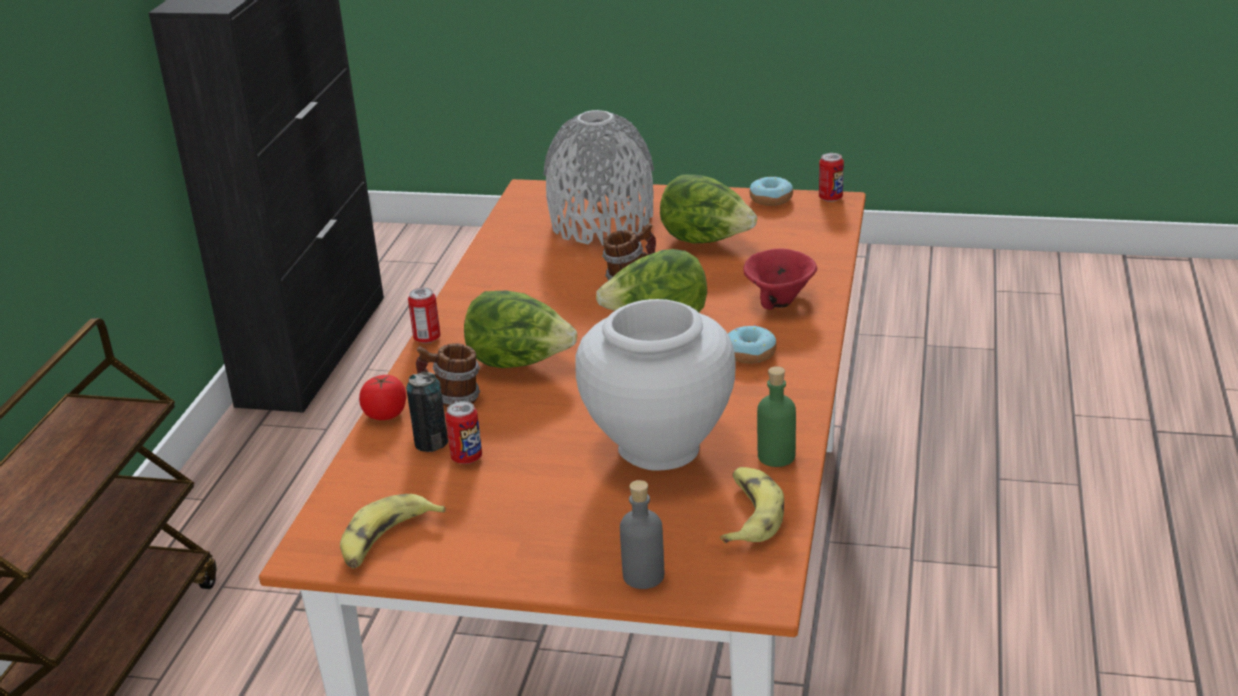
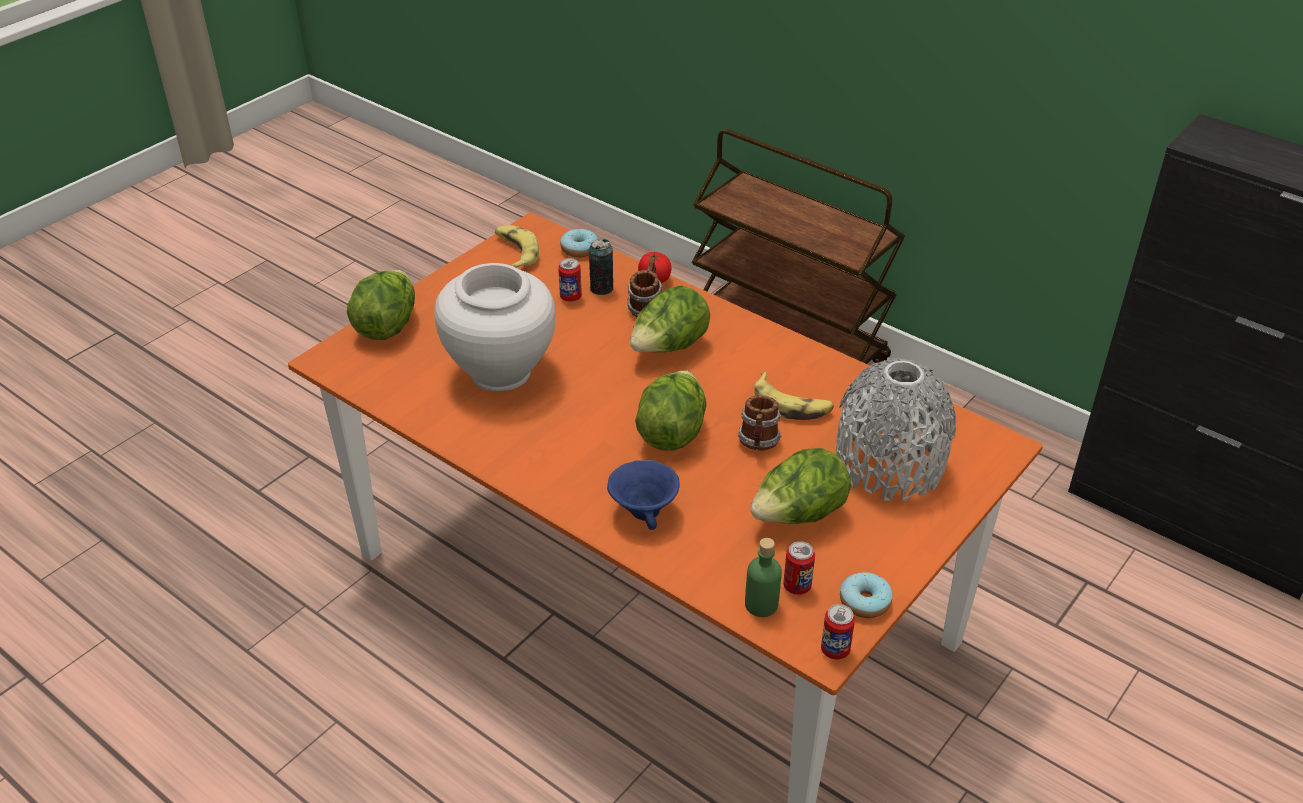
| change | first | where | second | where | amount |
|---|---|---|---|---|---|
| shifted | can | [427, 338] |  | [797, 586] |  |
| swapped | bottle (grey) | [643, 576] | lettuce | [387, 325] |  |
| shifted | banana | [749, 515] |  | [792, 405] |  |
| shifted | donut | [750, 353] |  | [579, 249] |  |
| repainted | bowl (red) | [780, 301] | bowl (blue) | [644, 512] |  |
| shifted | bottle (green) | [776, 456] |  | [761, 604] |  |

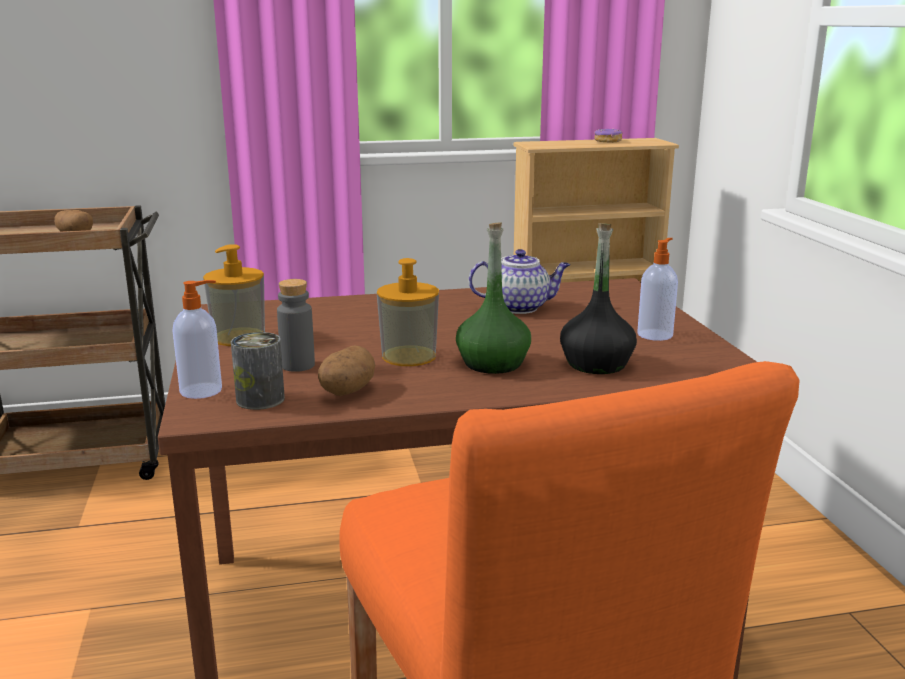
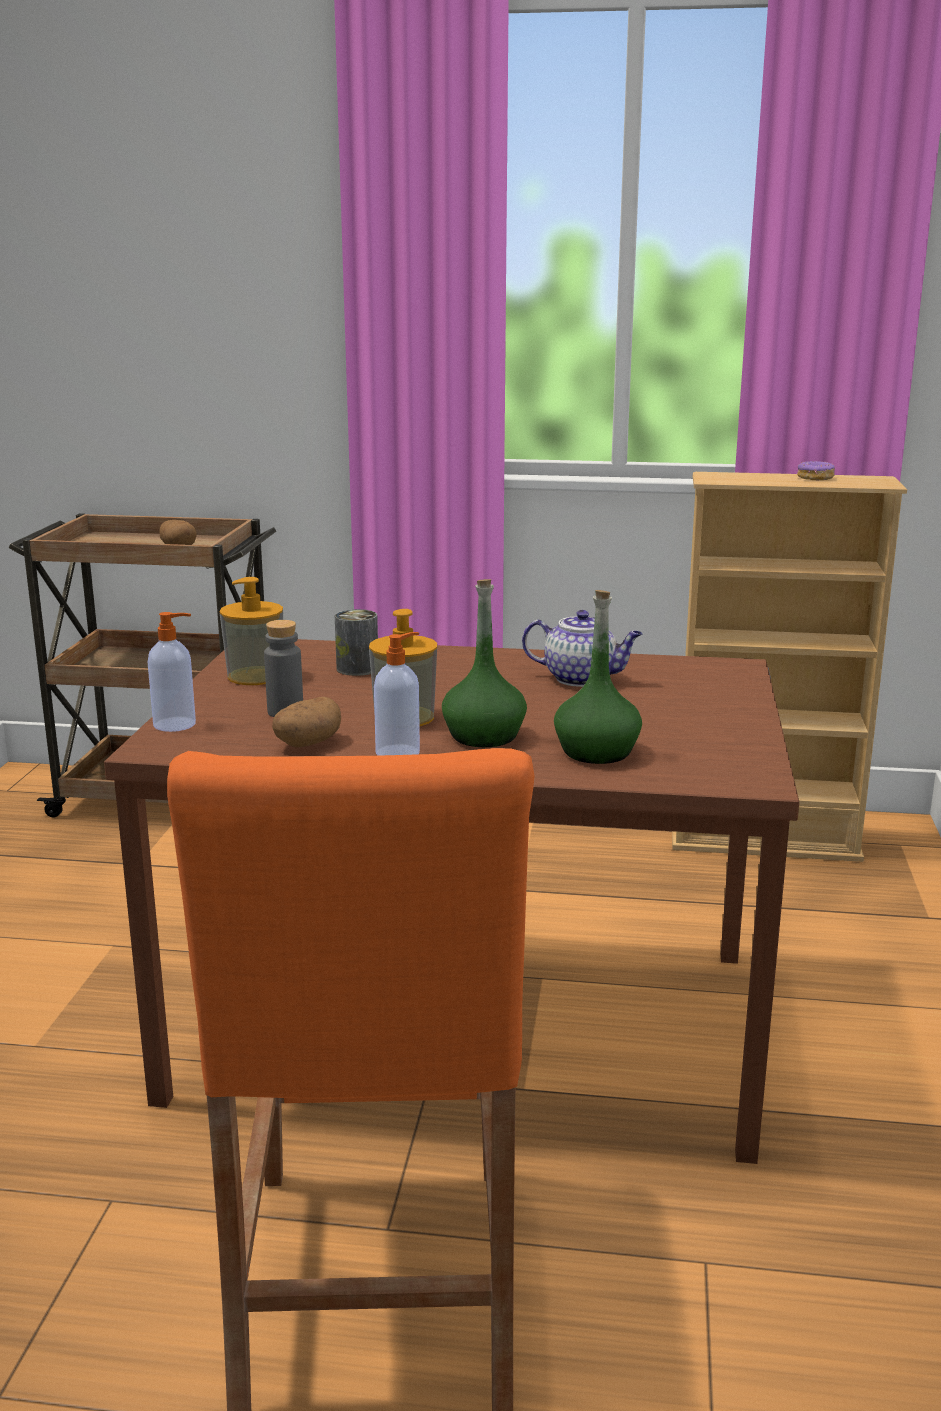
| change | first | where | second | where | amount |
|---|---|---|---|---|---|
| shifted | can | [260, 399] |  | [357, 669] |  |
| repainted | bottle (black) | [596, 364] | bottle (green) | [596, 752] |  |
| shifted | soap dispenser | [655, 334] |  | [399, 752] |  |

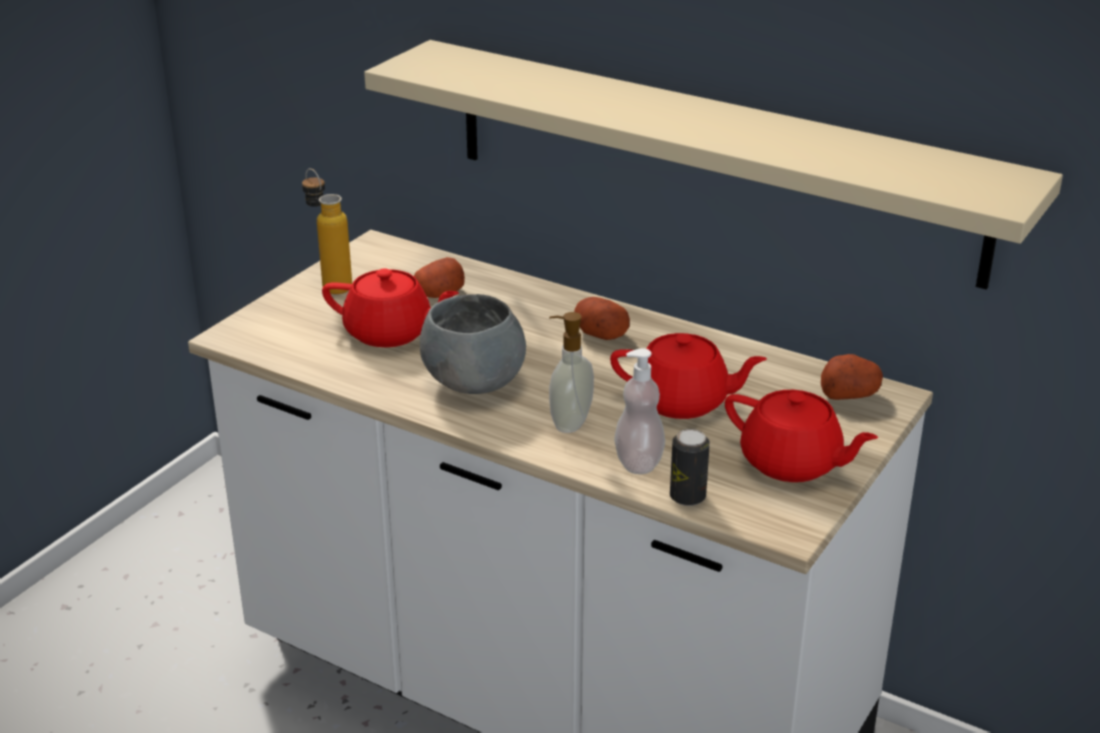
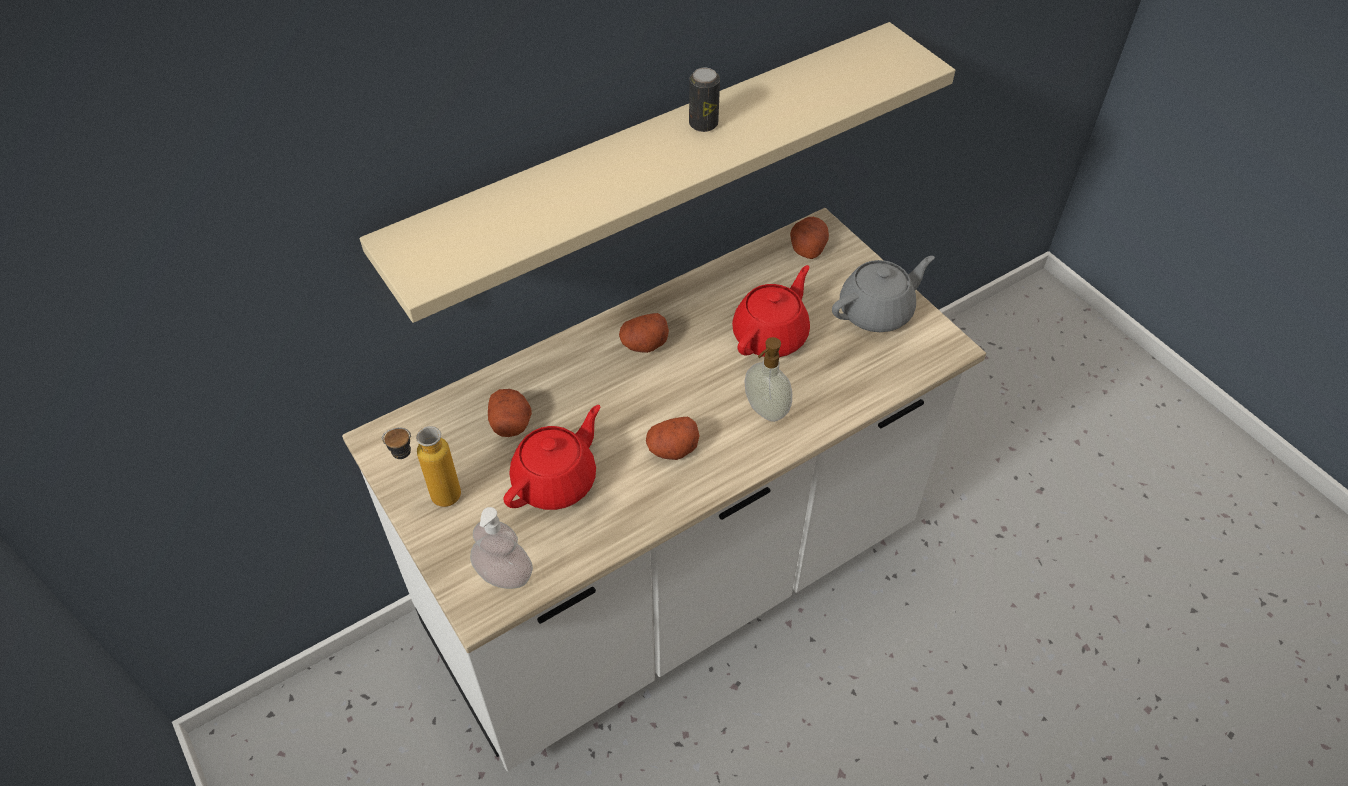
| change | first | where | second | where | amount |
|---|---|---|---|---|---|
| swapped | bowl (grey) | [474, 382] | potato | [672, 449] |  |
| shifted | soap dispenser | [638, 462] |  | [504, 574] |  |
| shifted | can | [687, 496] |  | [703, 124] |  |
| repainted | teapot (red) | [792, 463] | teapot (grey) | [877, 312] |  |

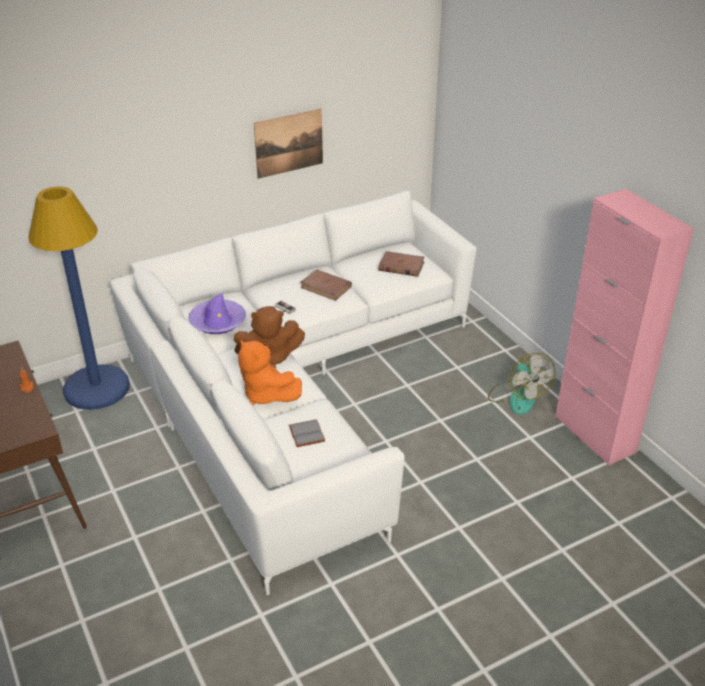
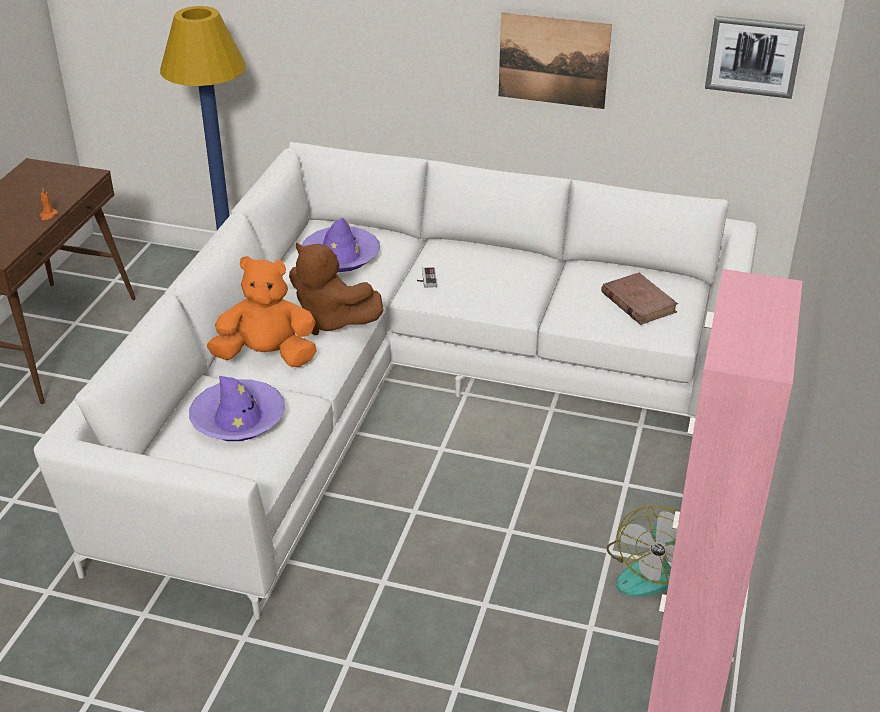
| change | first | where | second | where | amount |
|---|---|---|---|---|---|
| rotated | plush toy (orange) | [266, 395] |  | [267, 356] | 90 degrees clockwise |
| swapped | book (grey) | [305, 434] | hat (purple) | [238, 419] |  |
| gone | book (brown) | [326, 287] |  |  |  |
| new |  |  | picture | [754, 56] |  |

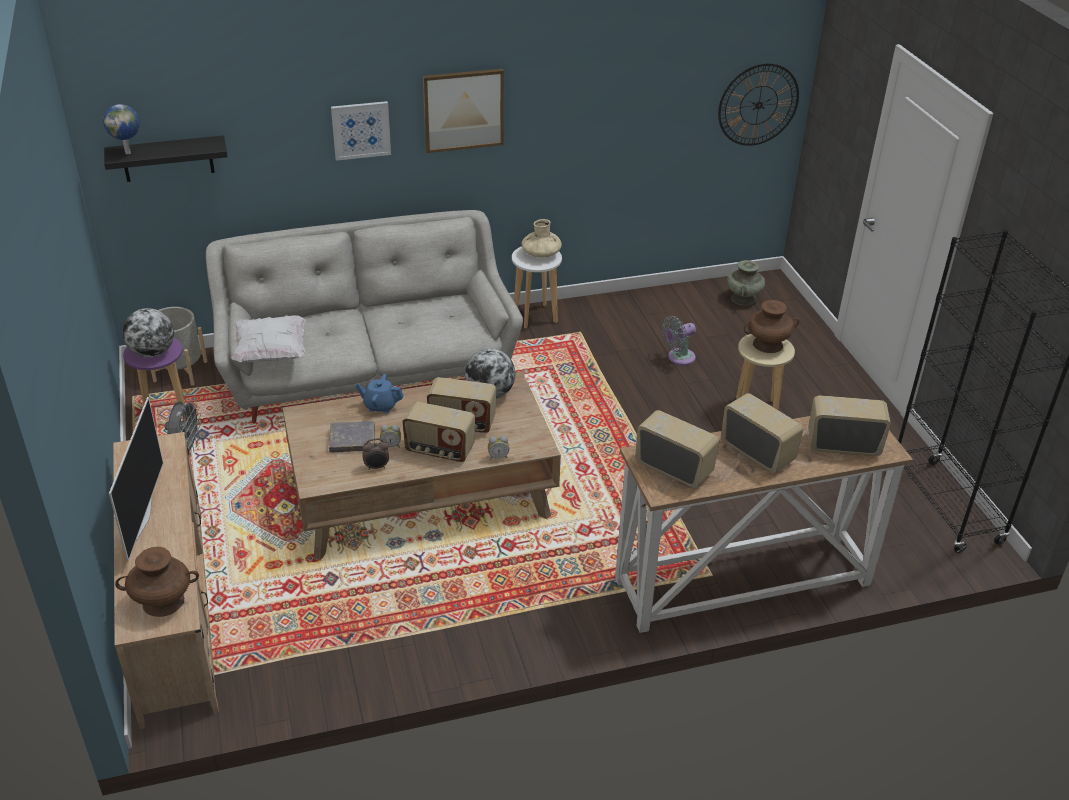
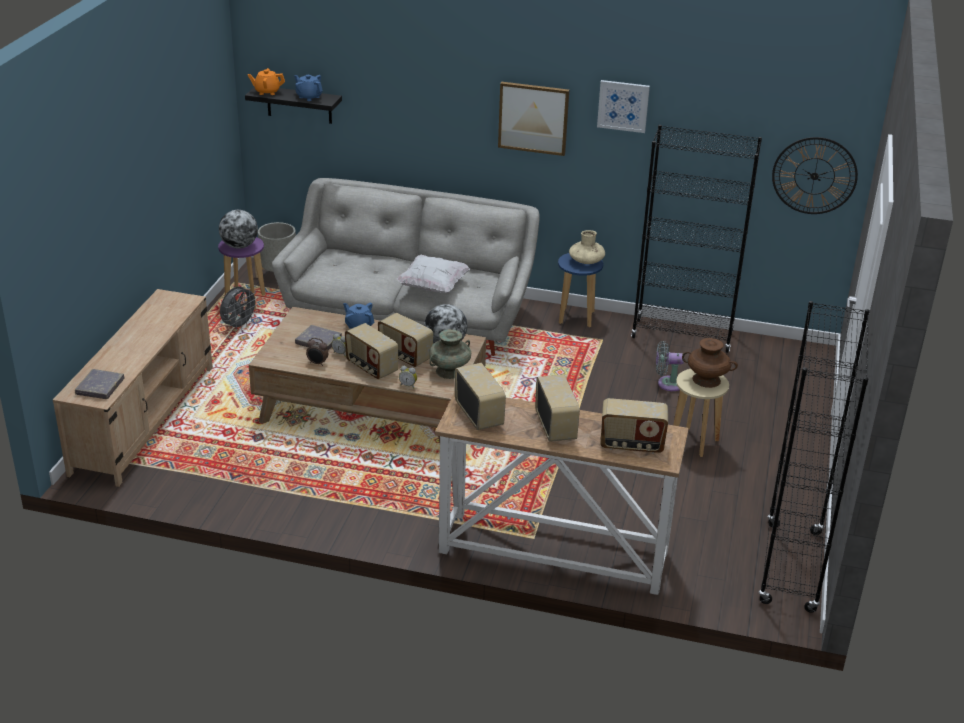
| change | first | where | second | where | amount |
|---|---|---|---|---|---|
| swapped | globe | [128, 152] | teapot (orange) | [267, 92] |  |
| gone | television | [141, 519] |  |  |  |
| swapped | vase (brown) | [163, 602] | book (grey) | [100, 387] |  |
| shifted | pillow (white) | [271, 353] |  | [433, 286] |  |
| shifted | picture | [361, 130] |  | [623, 106] |  |
| repainted | stool (white) | [535, 316] | stool (blue) | [576, 317] |  |
| shifted | vase (turquoise) | [743, 299] |  | [449, 371] |  |
| rotated | radio | [843, 445] |  | [631, 445] | 150 degrees clockwise |
| new |  |  | teapot (blue) | [309, 97] |  |
| new |  |  | bookcase (black) | [682, 336] |  |

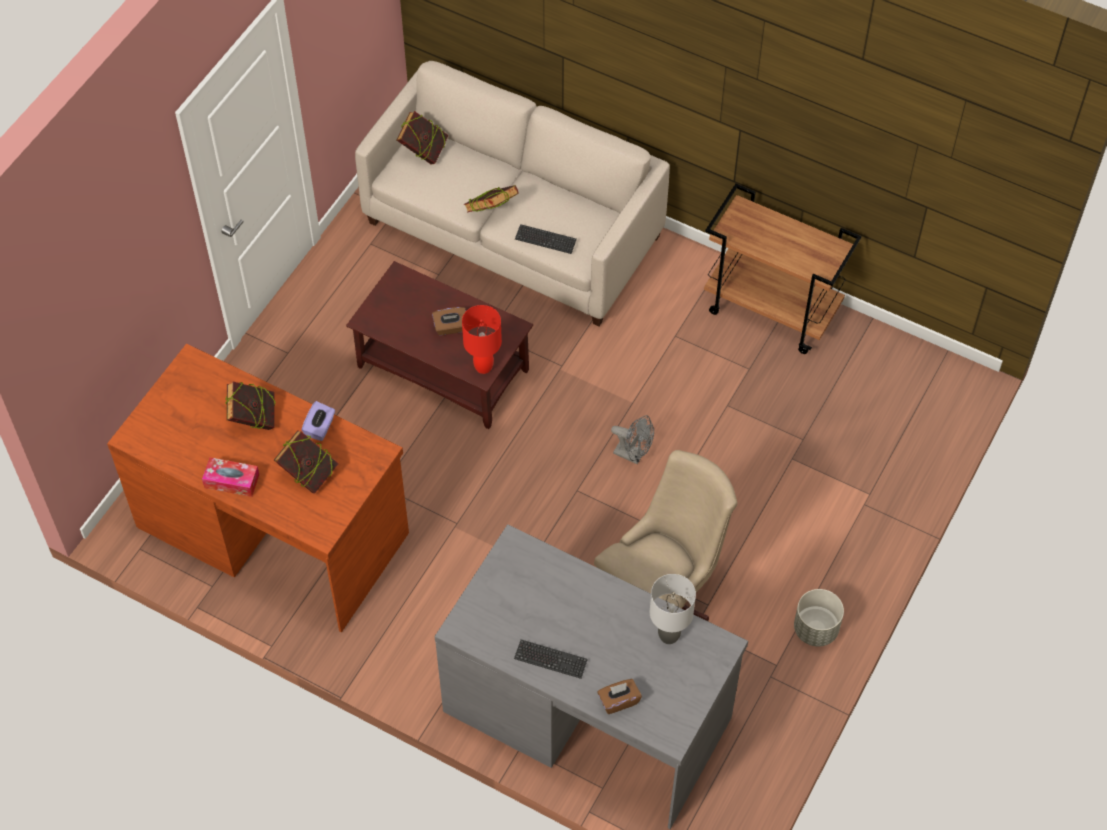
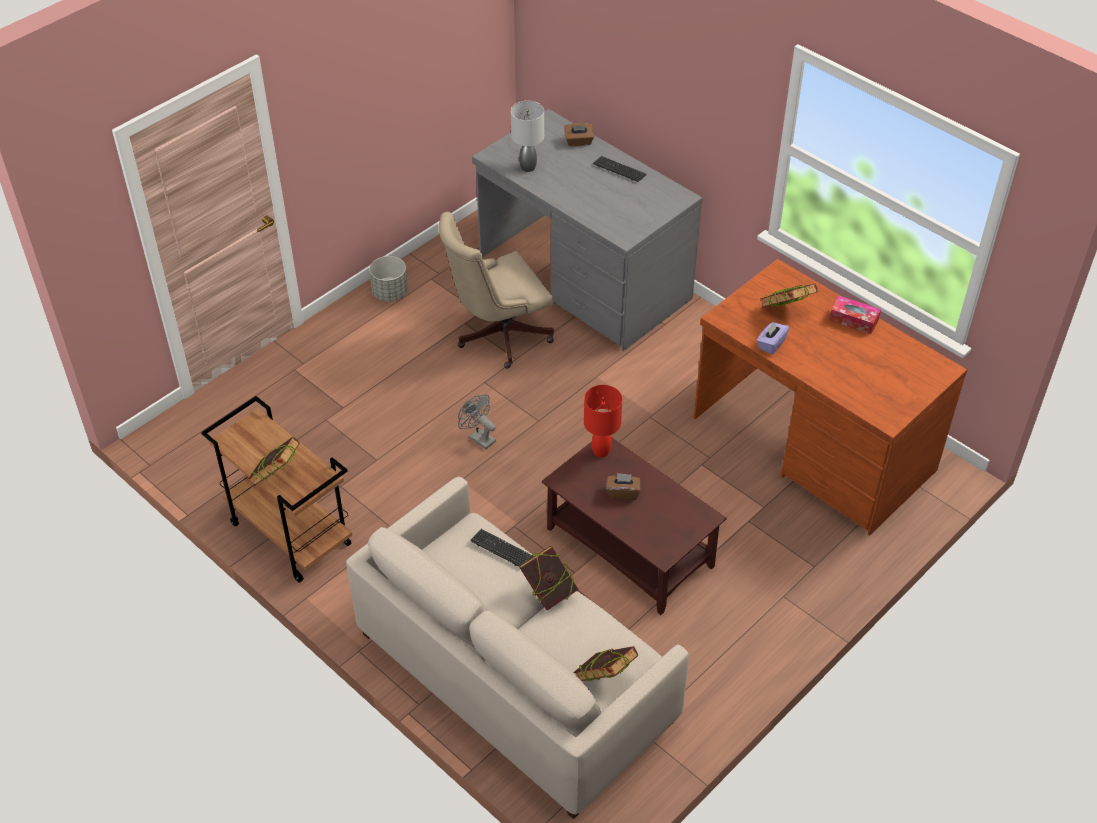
| change | first | where | second | where | amount |
|---|---|---|---|---|---|
| shifted | book | [253, 419] |  | [277, 477] |  |

